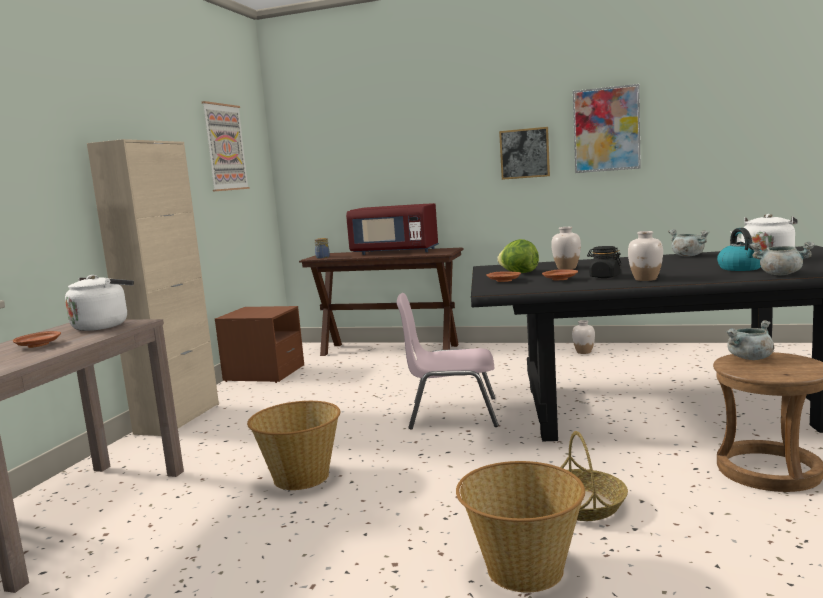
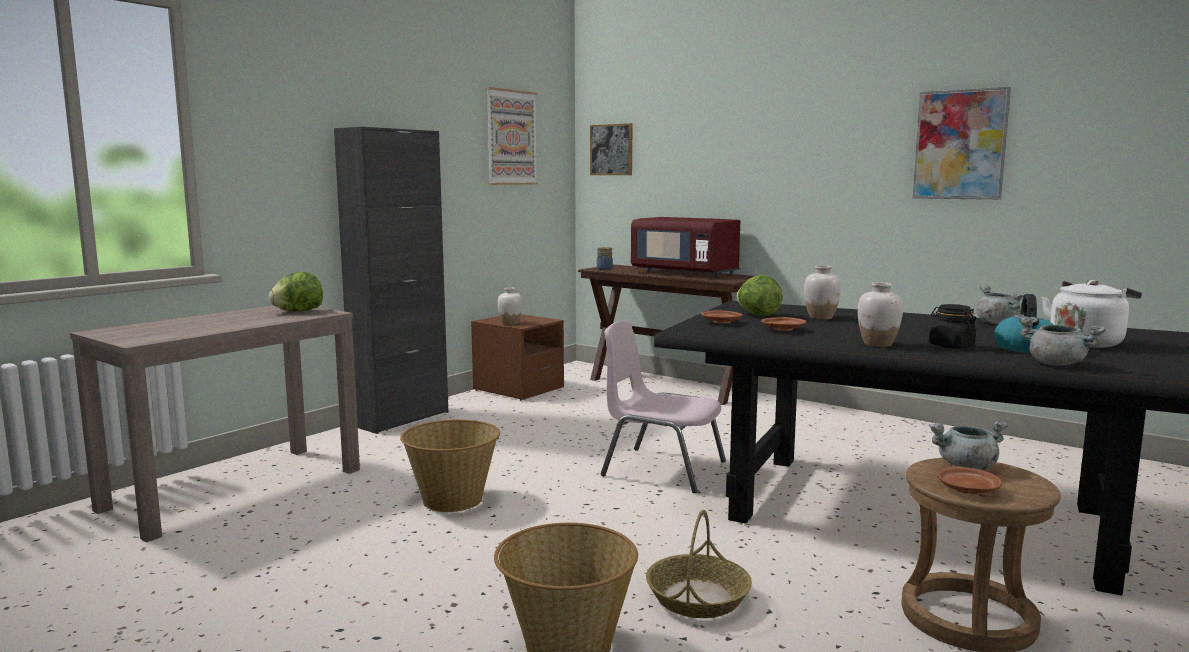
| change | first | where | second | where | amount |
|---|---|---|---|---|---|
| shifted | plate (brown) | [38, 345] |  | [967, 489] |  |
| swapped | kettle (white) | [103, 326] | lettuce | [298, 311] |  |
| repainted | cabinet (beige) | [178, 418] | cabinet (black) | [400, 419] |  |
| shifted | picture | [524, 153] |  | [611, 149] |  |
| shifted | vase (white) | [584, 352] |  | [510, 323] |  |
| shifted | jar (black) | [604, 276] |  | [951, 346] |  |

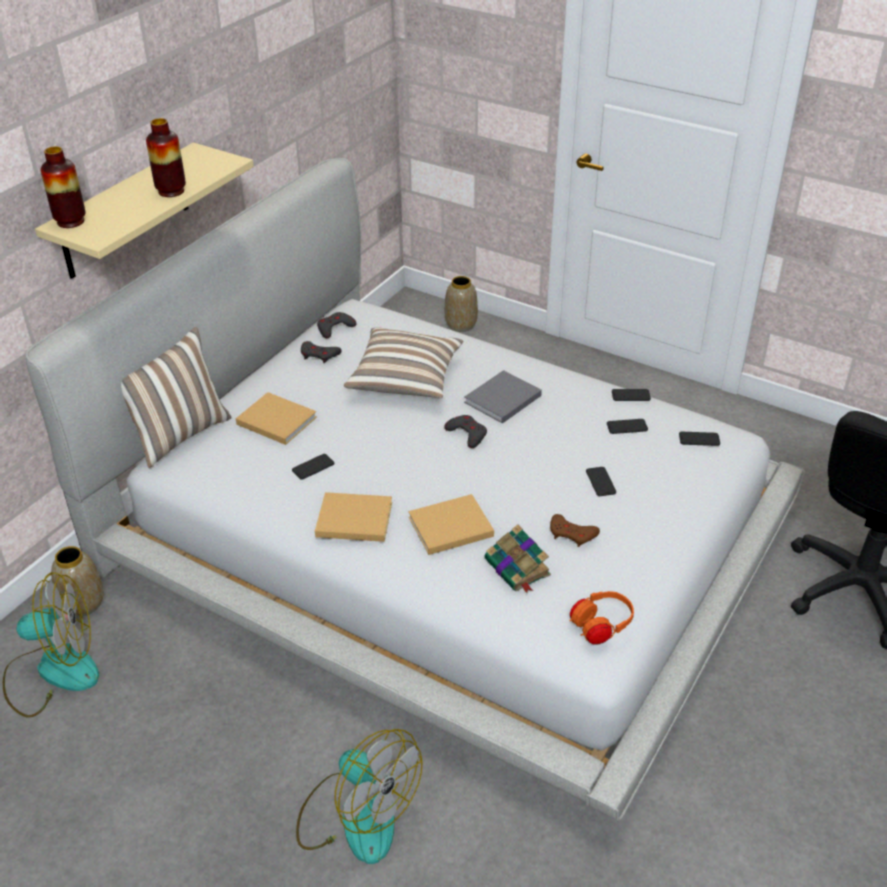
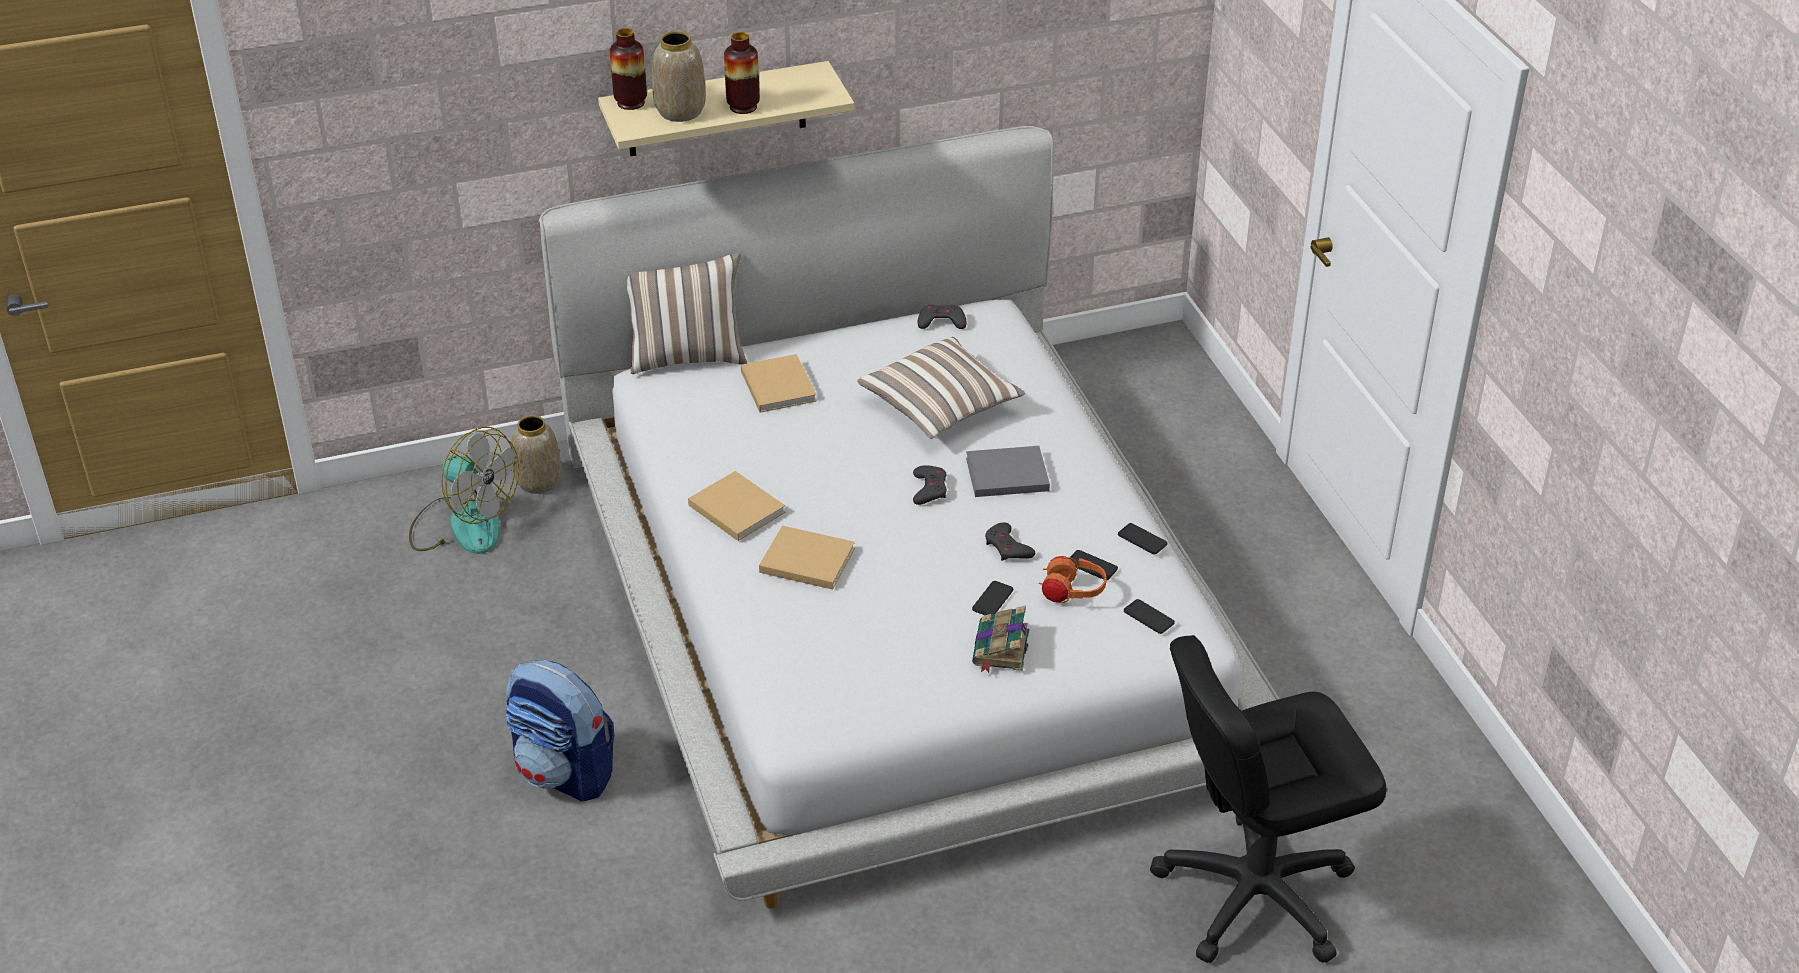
| change | first | where | second | where | amount |
|---|---|---|---|---|---|
| gone | phone | [313, 467] |  |  |  |
| swapped | fan | [356, 815] | backpack | [565, 773] |  |
| shifted | game controller (grey) | [319, 355] |  | [1008, 547] |  |
| shifted | vase | [461, 325] |  | [681, 111] |  |
| shifted | book | [518, 568] |  | [1000, 649] |  |
| gone | game controller (brown) | [572, 534] |  |  |  |
| shifted | headphones (orange) | [600, 627] |  | [1072, 593] |  |

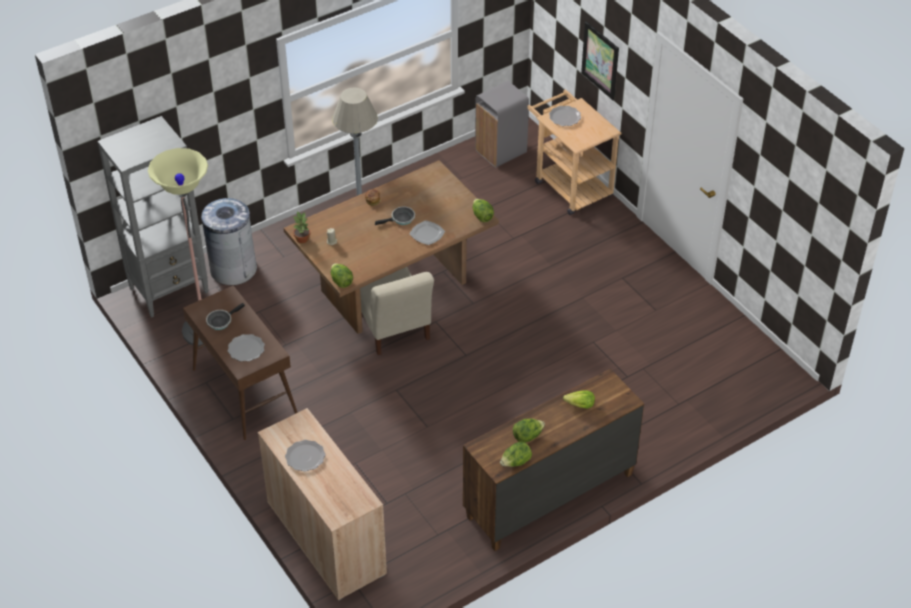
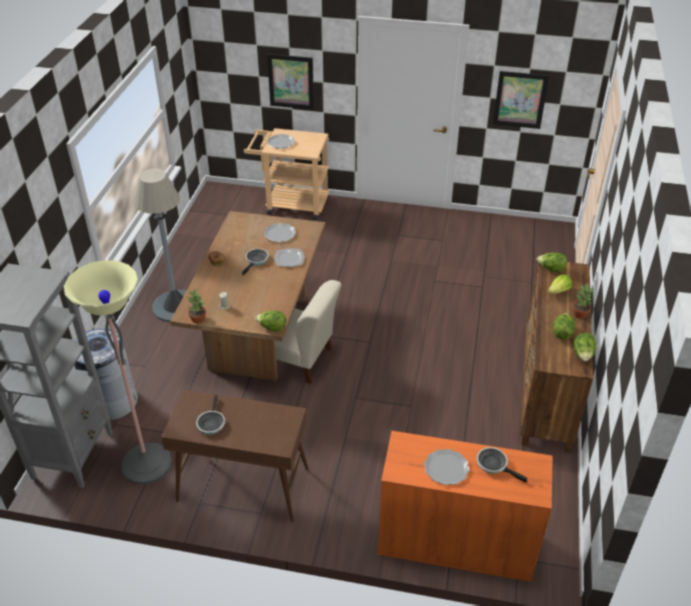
| change | first | where | second | where | amount |
|---|---|---|---|---|---|
| shifted | plate | [246, 349] |  | [280, 234] |  |
| repainted | cabinet (beige) | [326, 538] | cabinet (orange) | [456, 543] |  |
| shifted | lettuce | [482, 216] |  | [551, 269] |  |
| gone | trash can (grey) | [501, 152] |  |  |  |
| new |  |  | frying pan | [494, 465] |  |
| new |  |  | picture | [520, 100] |  |
| new |  |  | potted plant | [580, 314] |  |

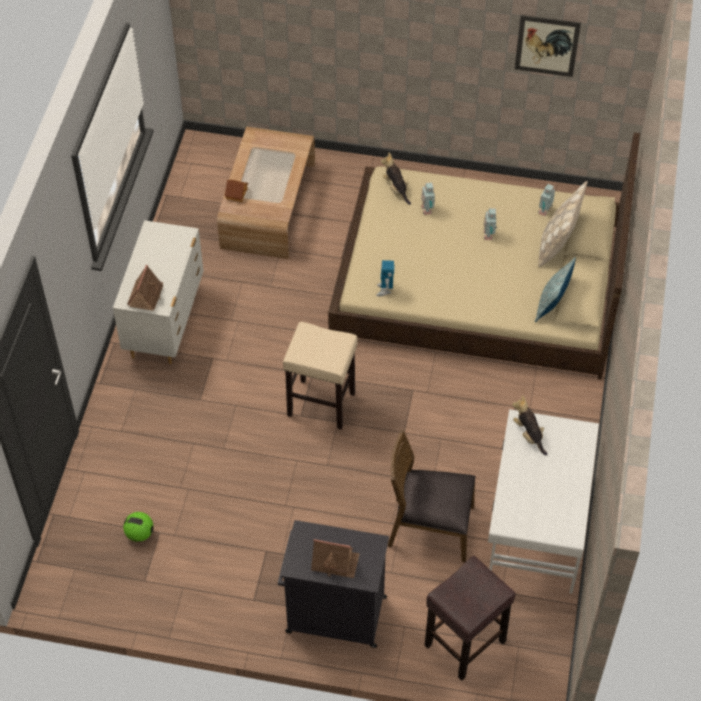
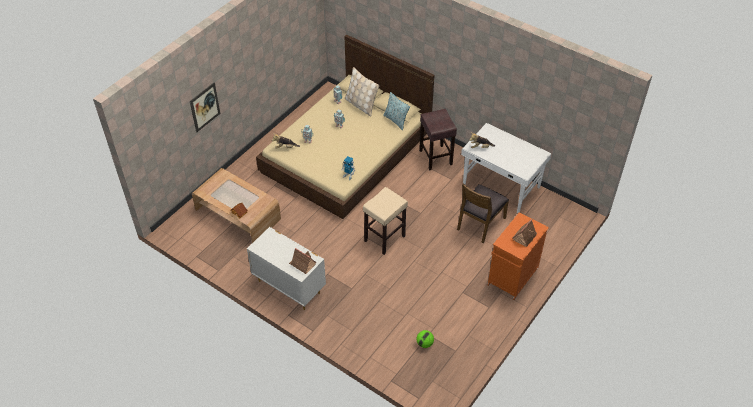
| change | first | where | second | where | amount |
|---|---|---|---|---|---|
| repainted | cabinet (black) | [334, 614] | cabinet (orange) | [512, 277] |  |
| shifted | stool (brown) | [464, 644] |  | [436, 158] |  |
| shifted | picture | [547, 45] |  | [205, 107] |  |

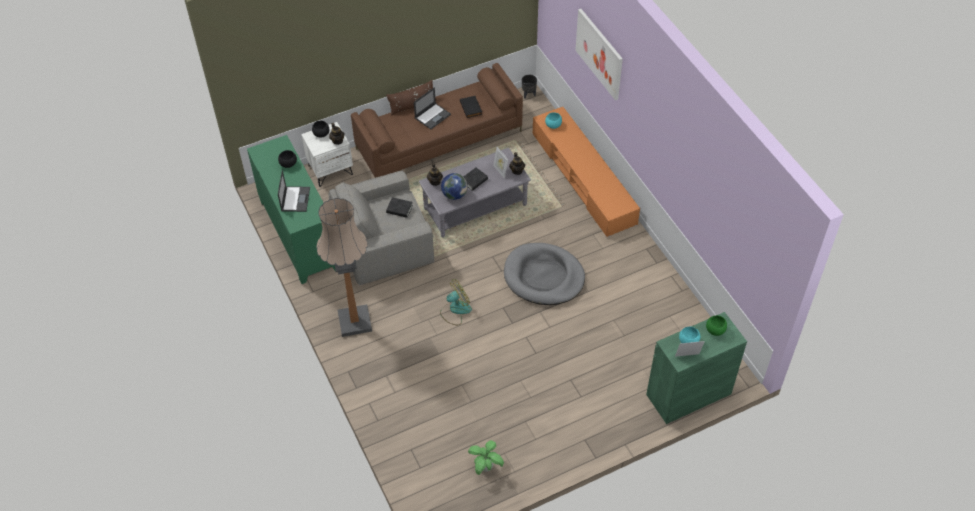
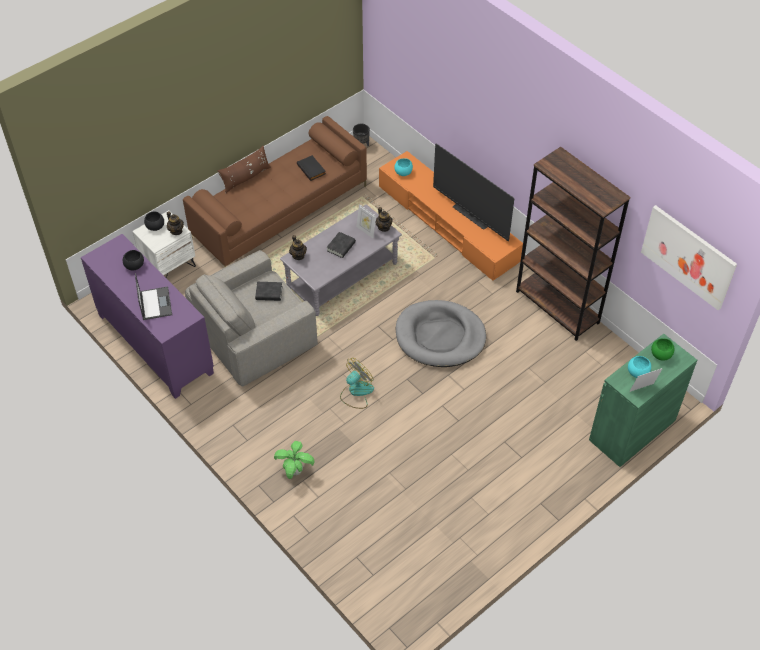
| change | first | where | second | where | amount |
|---|---|---|---|---|---|
| repainted | cabinet (green) | [298, 234] | cabinet (purple) | [154, 344] |  |
| gone | floor lamp | [354, 321] |  |  |  |
| gone | laptop | [433, 116] |  |  |  |
| gone | globe | [454, 195] |  |  |  |
| shifted | potted plant | [485, 467] |  | [295, 471] |  |
| shifted | picture | [599, 53] |  | [688, 256] |  |
| new |  |  | television | [470, 216] |  |
| new |  |  | bookcase (brown) | [557, 307] |  |

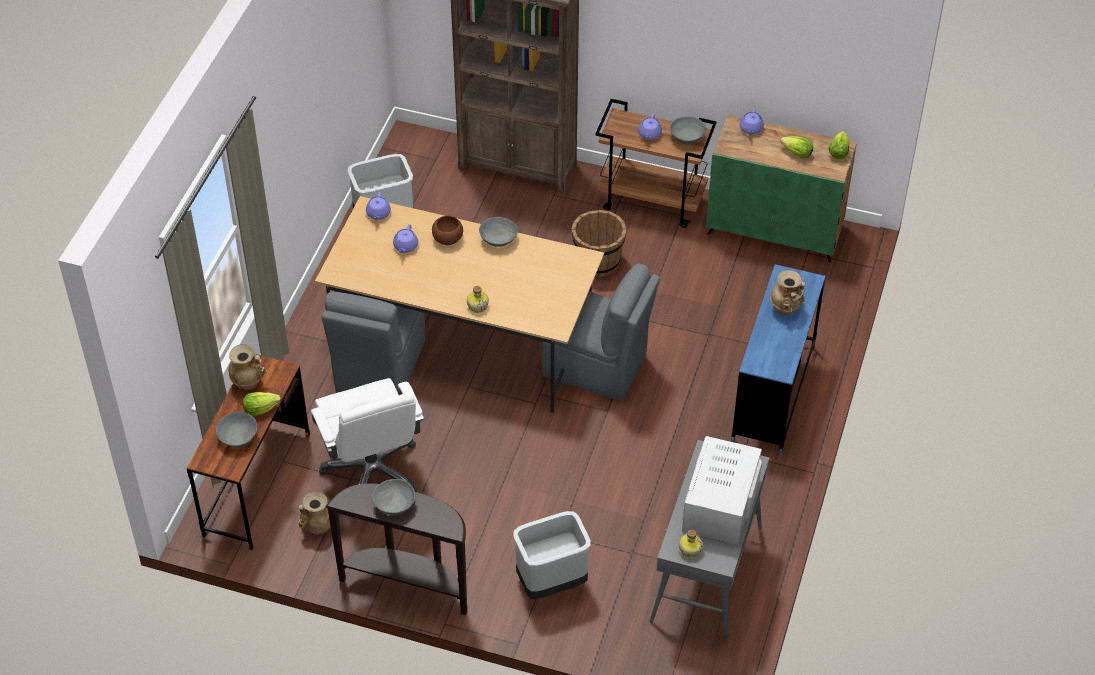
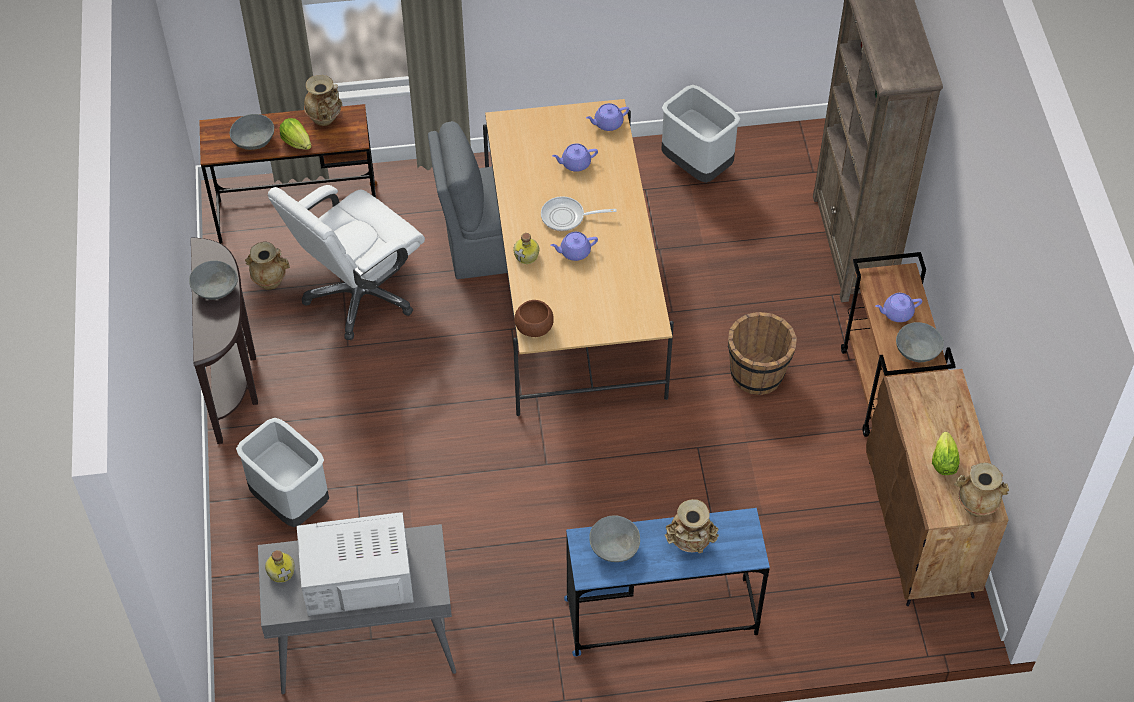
| change | first | where | second | where | amount |
|---|---|---|---|---|---|
| shifted | bowl (brown) | [448, 238] |  | [534, 327] |  |
| shifted | bowl (grey) | [498, 239] |  | [614, 547] |  |
| gone | chair (grey) | [597, 367] |  |  |  |
| repainted | cabinet (green) | [775, 230] | cabinet (brown) | [921, 529] |  |
| shifted | teapot (purple) | [751, 129] |  | [574, 252] |  |
| swapped | lettuce | [838, 152] | vase (beige) | [976, 505] |  |
| new |  |  | frying pan | [567, 217] |  |

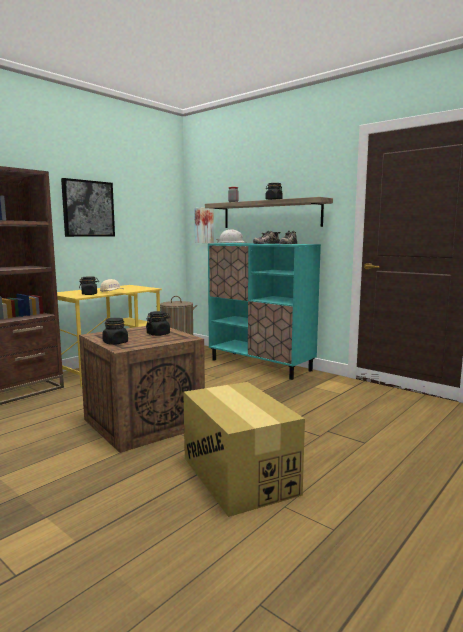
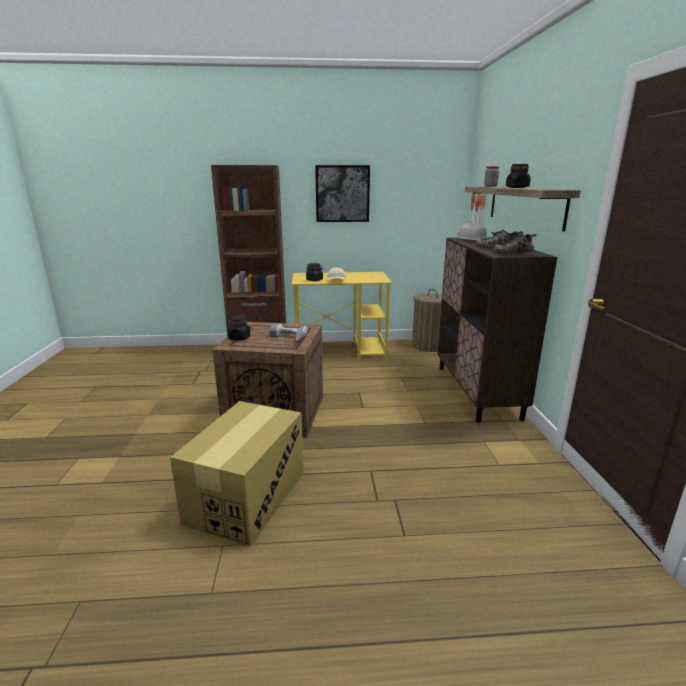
| change | first | where | second | where | amount |
|---|---|---|---|---|---|
| swapped | jar (black) | [158, 334] | power drill | [287, 337] |  |
| repainted | cabinet (turquoise) | [260, 365] | cabinet (brown) | [477, 391] |  |

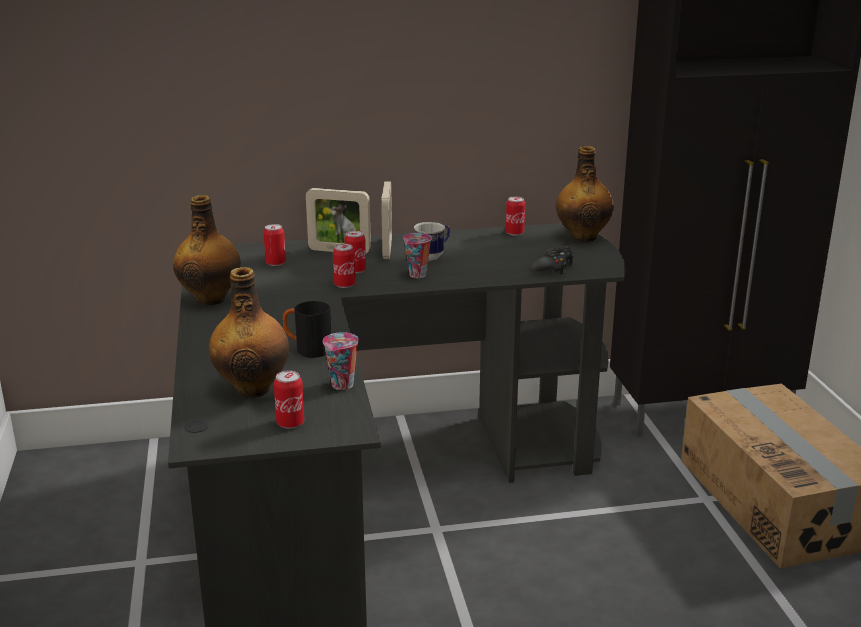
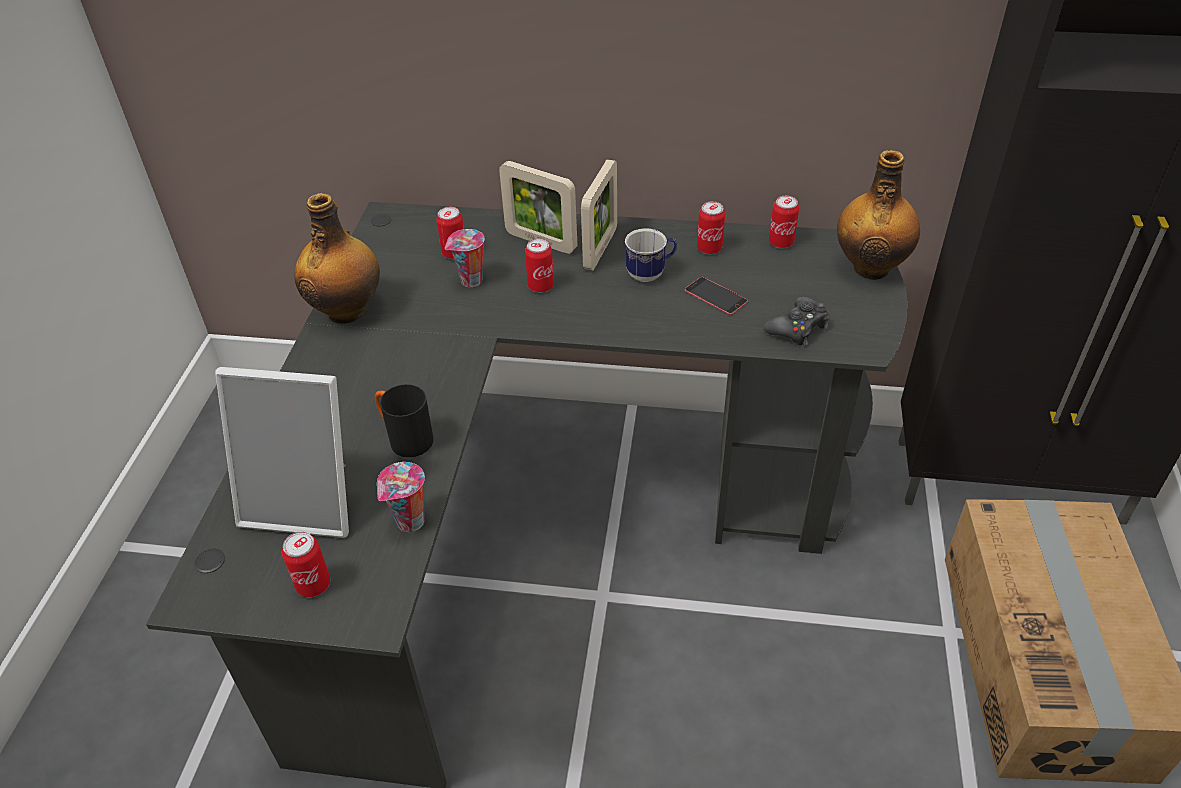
| change | first | where | second | where | amount |
|---|---|---|---|---|---|
| swapped | bottle | [253, 388] | picture frame | [307, 501] |  |
| shifted | can | [344, 285] |  | [709, 248] |  |
| shifted | cup | [417, 275] |  | [470, 281] |  |
| new |  |  | phone | [715, 296] |  |

